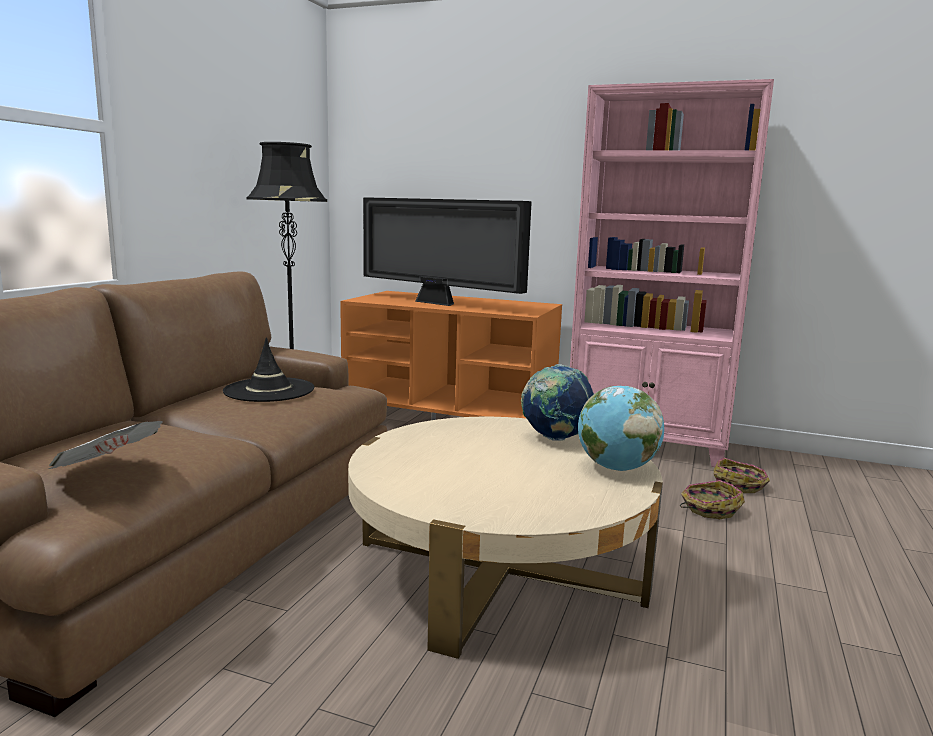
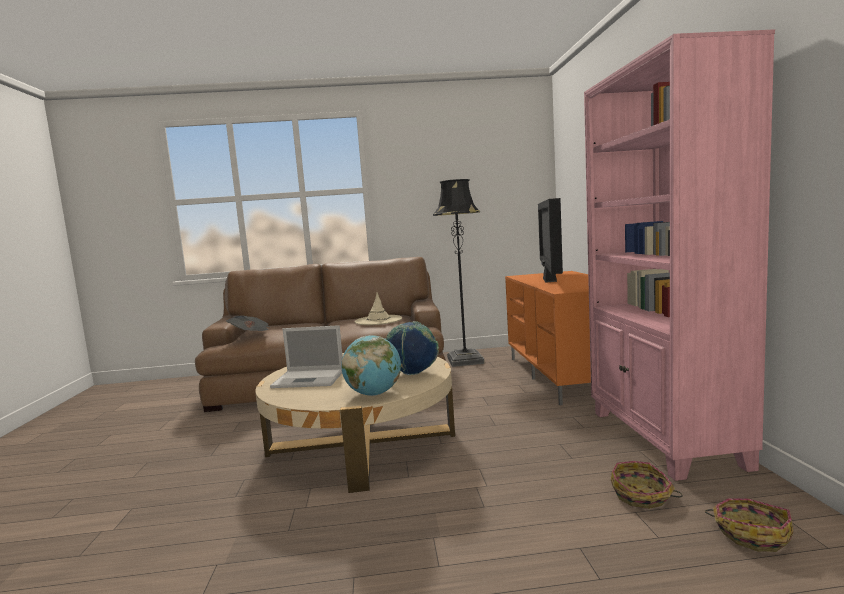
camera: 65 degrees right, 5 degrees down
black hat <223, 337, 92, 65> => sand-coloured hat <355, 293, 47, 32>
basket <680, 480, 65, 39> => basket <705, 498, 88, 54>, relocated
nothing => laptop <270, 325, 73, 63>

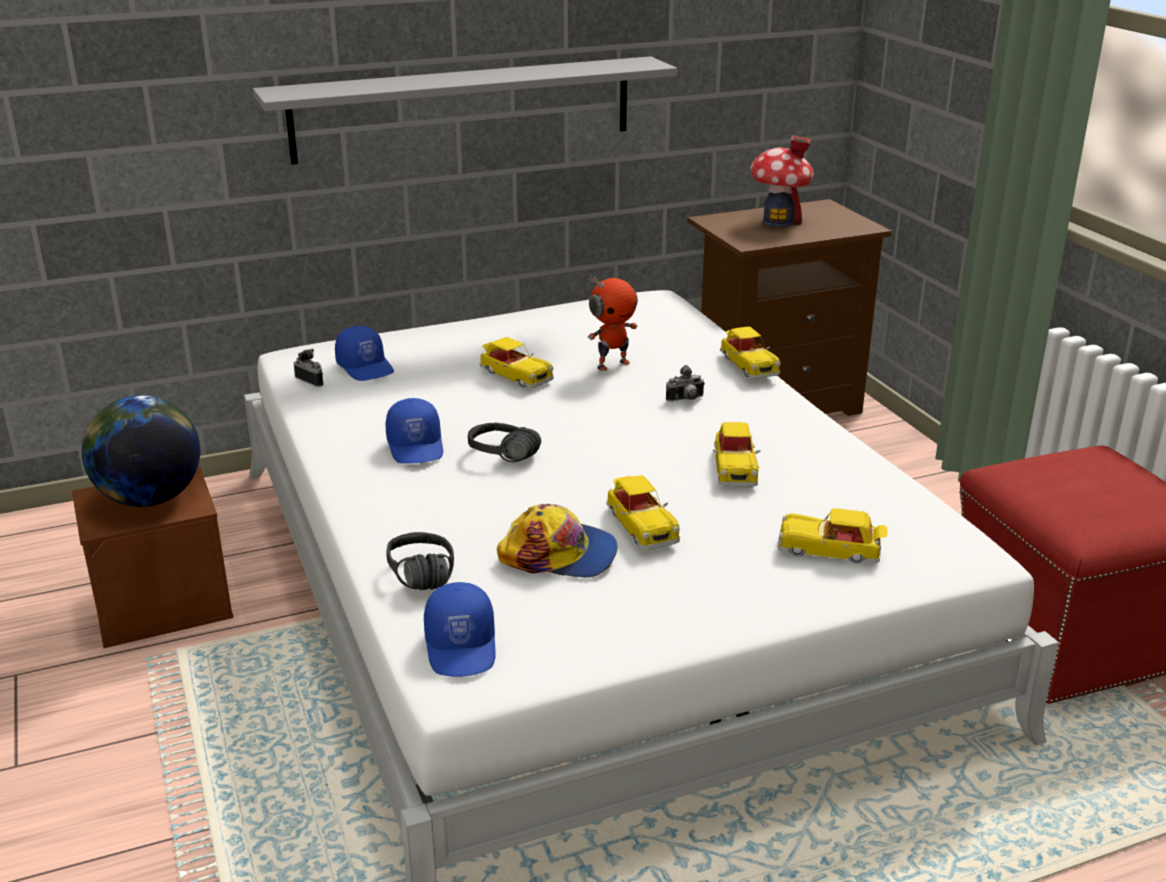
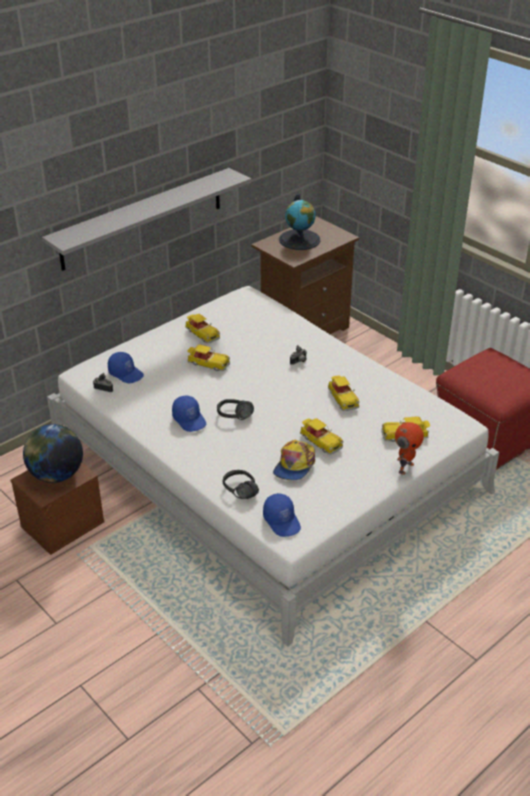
camera: 20 degrees left, 10 degrees up
toy house <750, 135, 64, 92> => world globe <279, 194, 41, 56>
toy robot <588, 275, 50, 96> => toy robot <395, 422, 29, 53>, relocated
toy car <720, 327, 61, 52> => toy car <185, 314, 35, 29>, relocated
cap <497, 504, 120, 74> => cap <273, 440, 42, 40>, 120 degrees clockwise

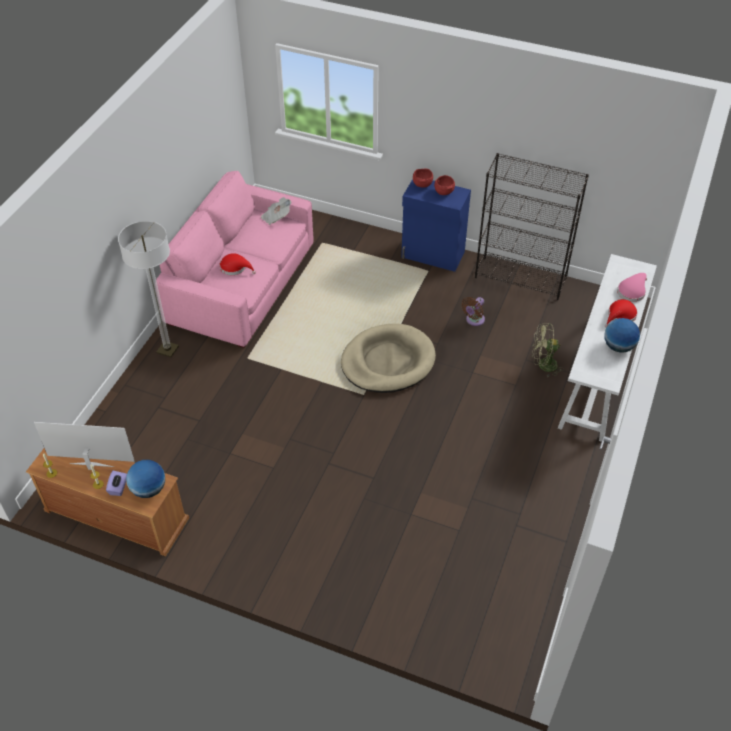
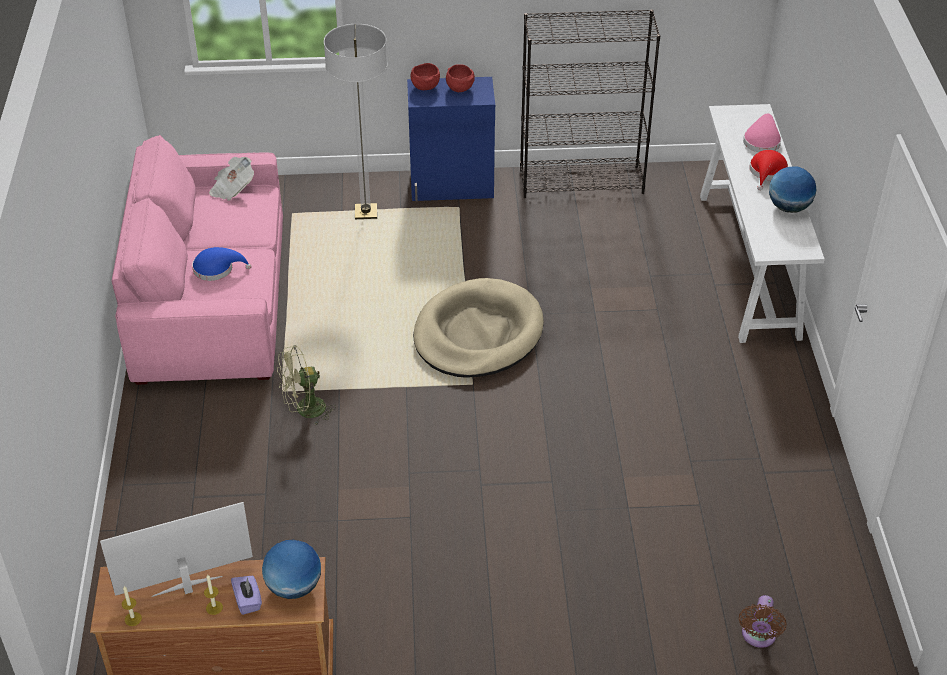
camera: 25 degrees left, 5 degrees down
standard lamp <118, 221, 61, 136> => standard lamp <324, 24, 64, 195>, relocated
red hat <220, 253, 36, 22> => blue-coloured hat <192, 247, 60, 34>
brown-coloured cooling fan <461, 297, 24, 29> => brown-coloured cooling fan <739, 595, 48, 53>, relocated
greenish cooling fan <532, 323, 32, 54> => greenish cooling fan <277, 345, 59, 80>, relocated

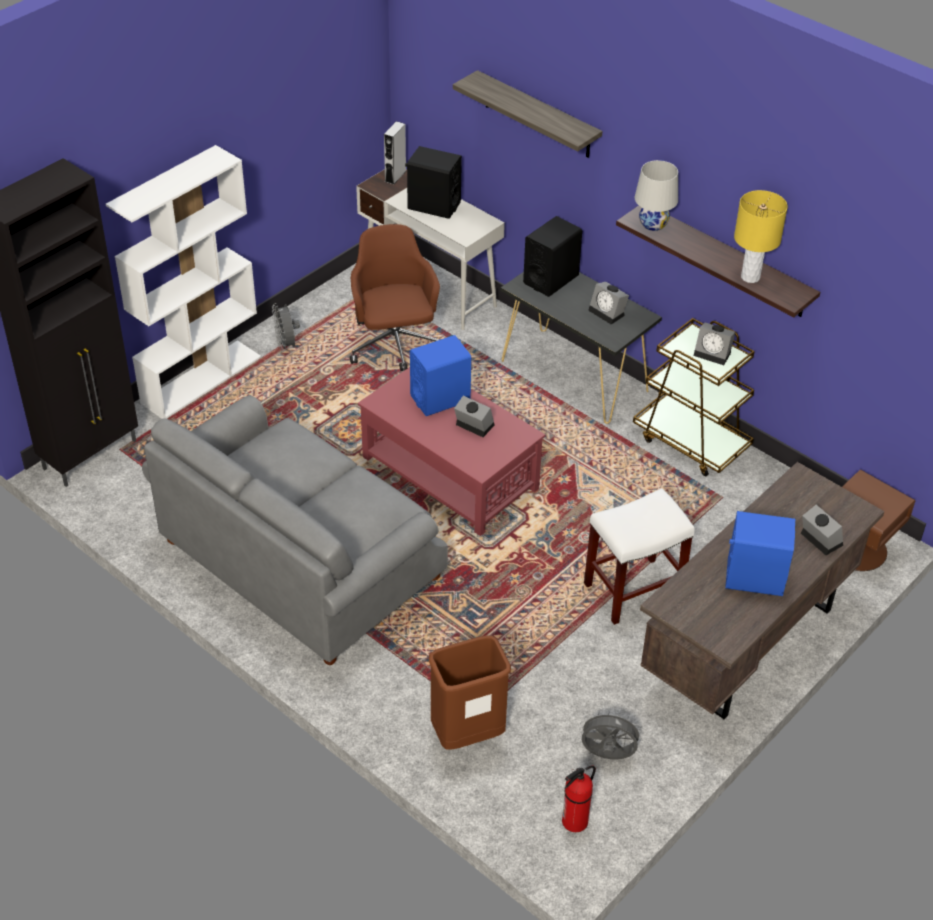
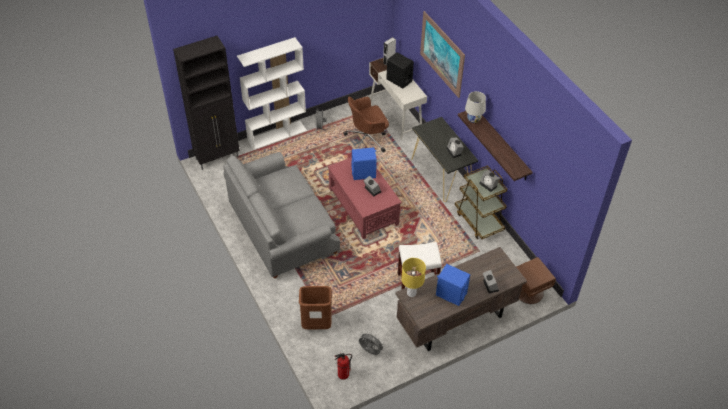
camera: 20 degrees right, 5 degrees up
bracket shelf <453, 70, 149, 88> => wall picture <420, 11, 45, 87>
yellow table lamp <734, 190, 54, 93> => yellow table lamp <401, 258, 25, 39>, relocated
black audio speaker <523, 216, 59, 81> => nothing
brown-coloured desk chair <350, 224, 90, 147> => brown-coloured desk chair <343, 97, 46, 55>, 120 degrees counterclockwise

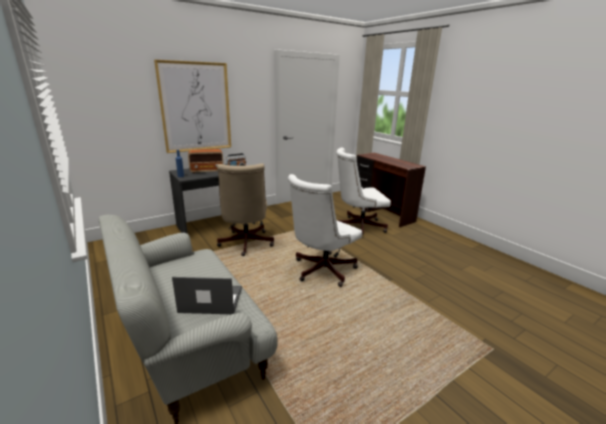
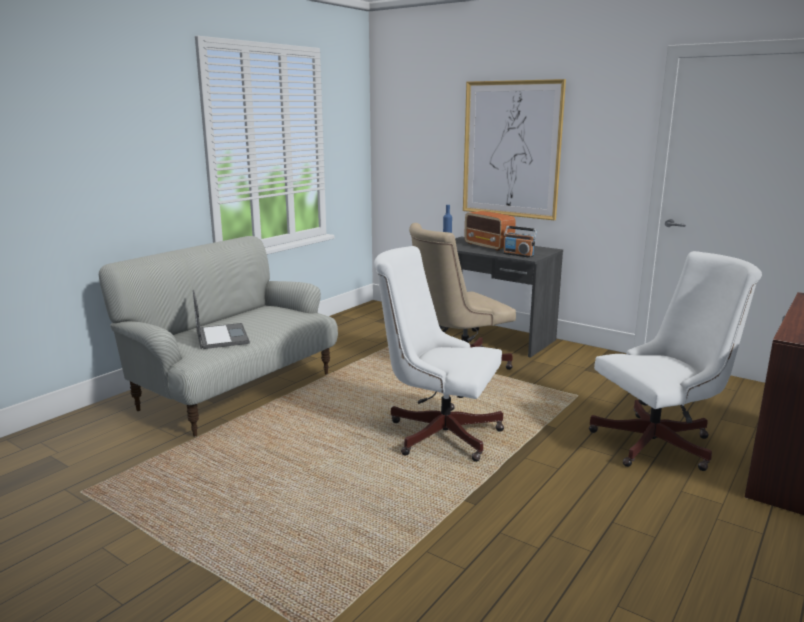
camera: 70 degrees right, 5 degrees down
white-coloured desk chair <336, 147, 55, 88> => white-coloured desk chair <589, 251, 173, 220>, 105 degrees clockwise

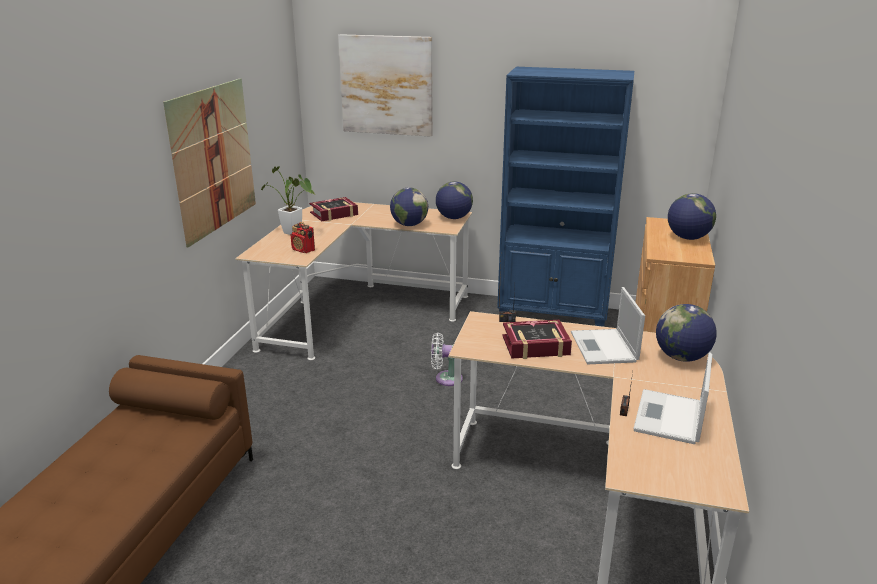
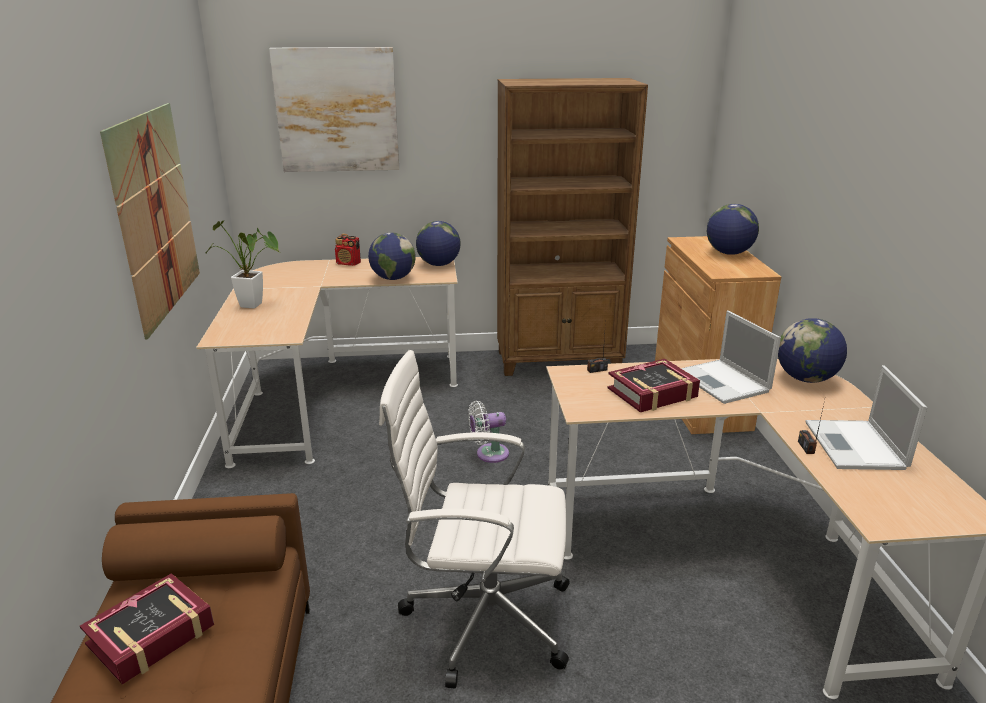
camera: 20 degrees left, 0 degrees up
blue-coloured shelving unit <497, 67, 137, 260> => brown-coloured shelving unit <497, 78, 151, 298>
bound book <309, 197, 49, 24> => bound book <80, 573, 134, 111>, relocated
radio set <291, 222, 24, 31> => radio set <335, 234, 26, 32>, relocated
nothing => white-coloured desk chair <379, 350, 191, 338>

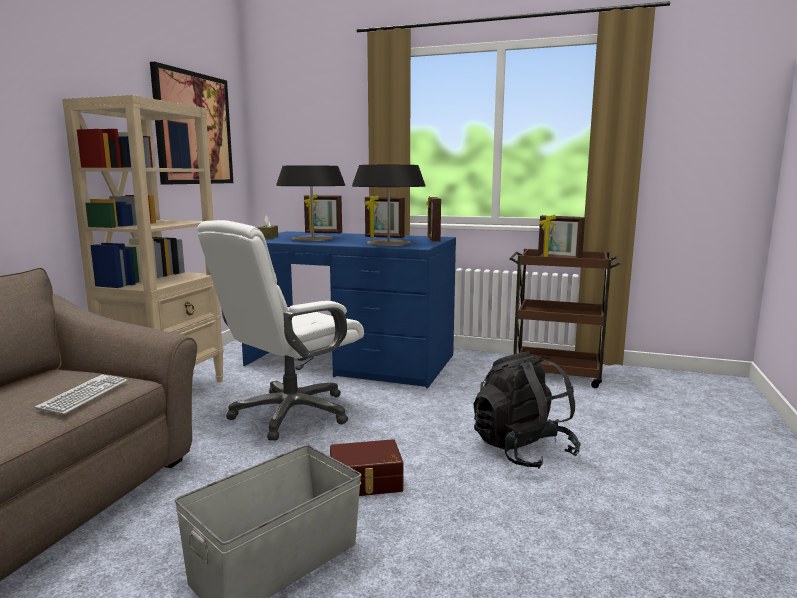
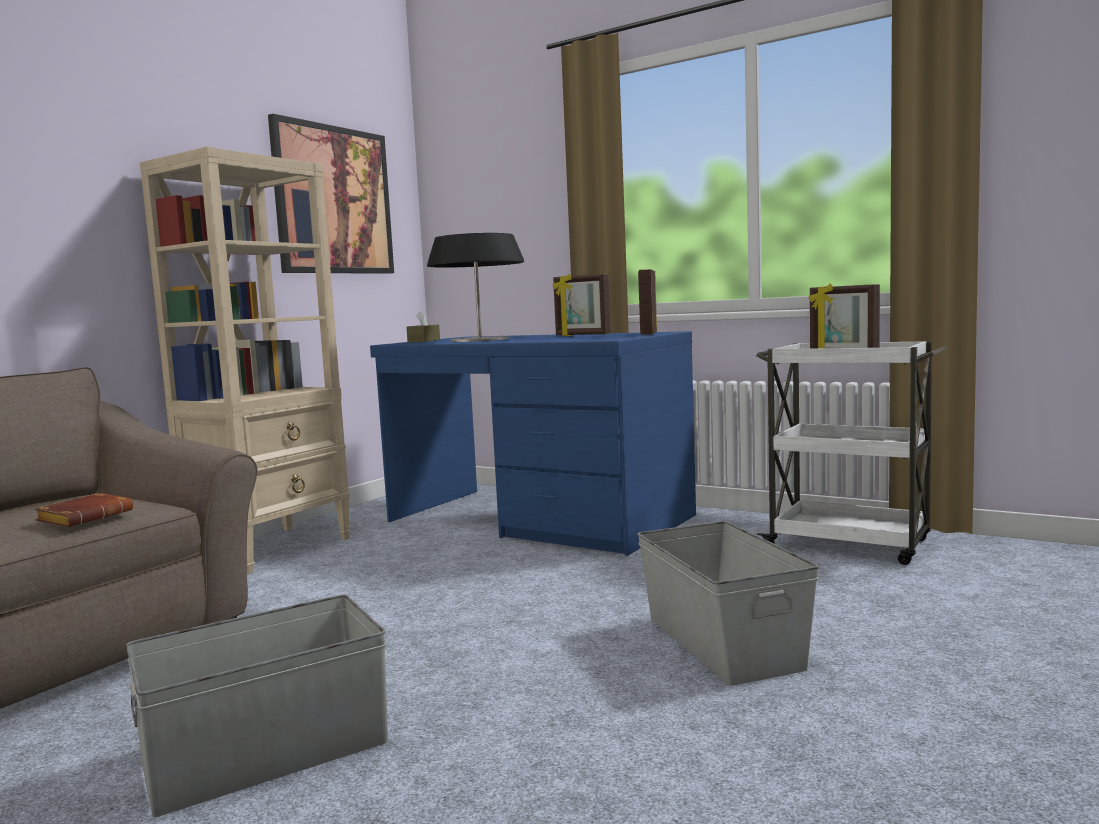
camera: 15 degrees right, 5 degrees down
table lamp <352, 165, 73, 81> => nothing
picture frame <304, 194, 38, 39> => nothing
white-coloured desk chair <197, 220, 167, 220> => nothing
brown-coloured wheeled cart <510, 249, 111, 139> => white-coloured wheeled cart <756, 341, 190, 224>
black knapsack <473, 351, 108, 118> => greyish storage container <637, 521, 182, 165>
computer keyboard <35, 374, 93, 40> => brown-coloured bound book <34, 493, 99, 34>
brown-coloured storage container <330, 439, 73, 57> => nothing

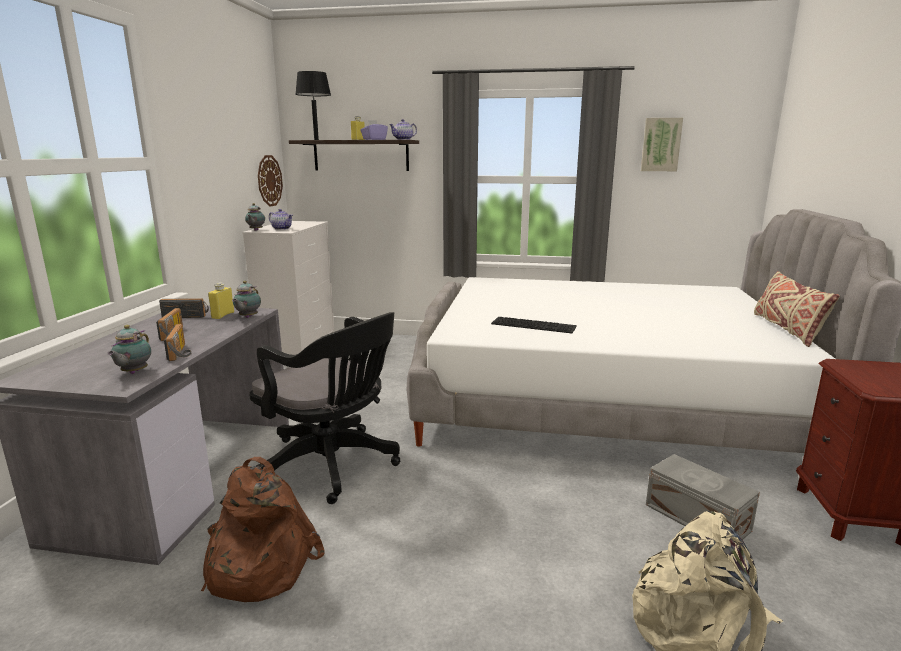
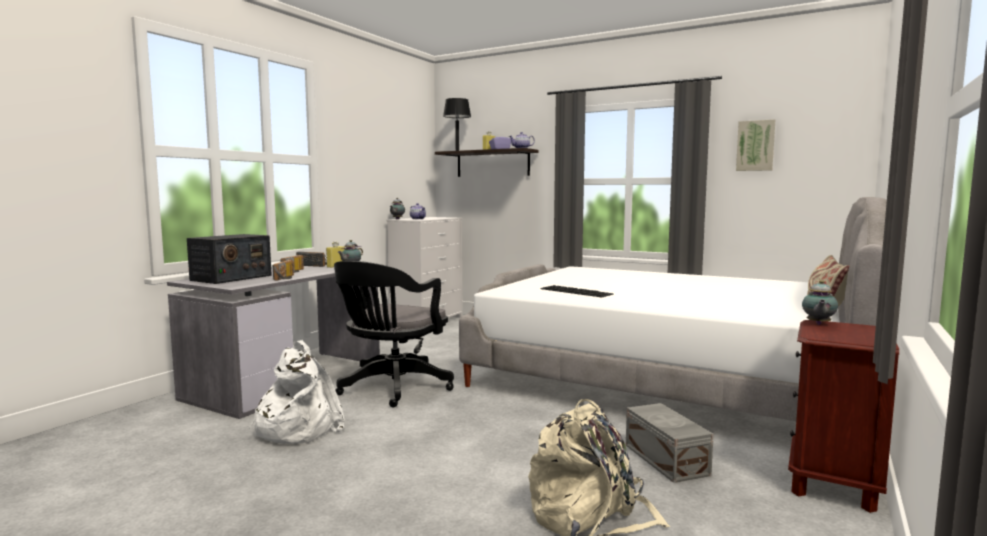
camera: 20 degrees right, 10 degrees down
clock on the wall <258, 155, 25, 52> => nothing
black desk chair <249, 312, 151, 192> => black desk chair <334, 261, 120, 147>, 60 degrees clockwise
tea pot <107, 325, 44, 49> => tea pot <802, 280, 36, 45>, relocated
brown-coloured knapsack <201, 457, 124, 145> => white-coloured knapsack <249, 340, 96, 104>
nothing => radio set <187, 234, 85, 50>

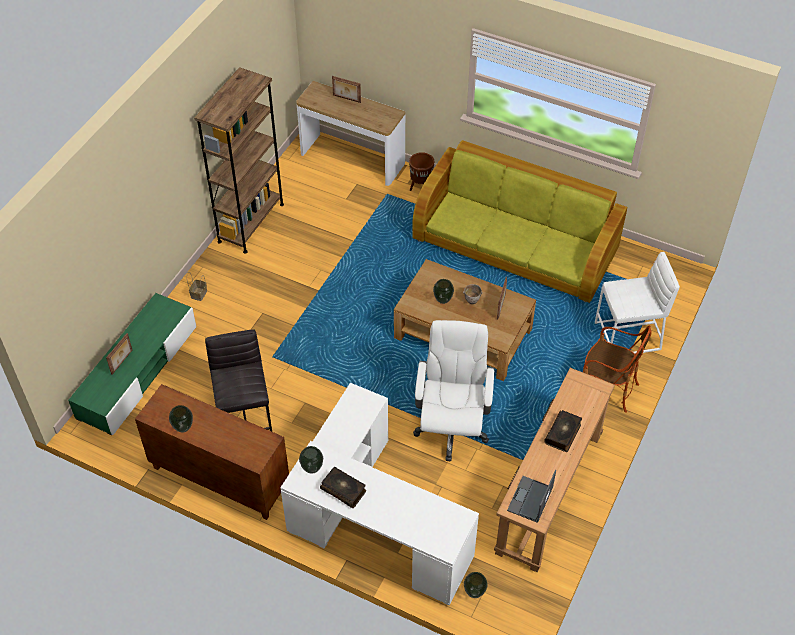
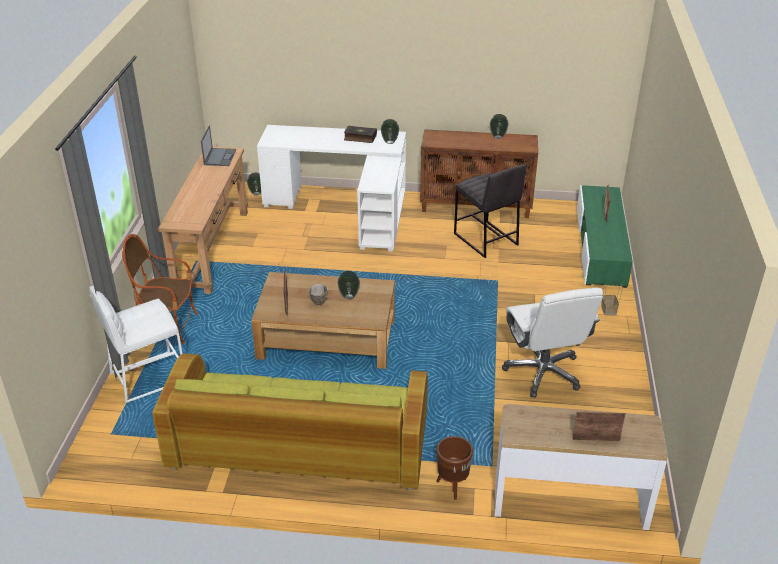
camera: 160 degrees right, 15 degrees down
brown-coloured shelving unit <194, 67, 90, 186> => nothing
white-coloured desk chair <413, 320, 81, 141> => white-coloured desk chair <502, 288, 101, 110>, relocated
bound book <544, 410, 38, 42> => nothing

